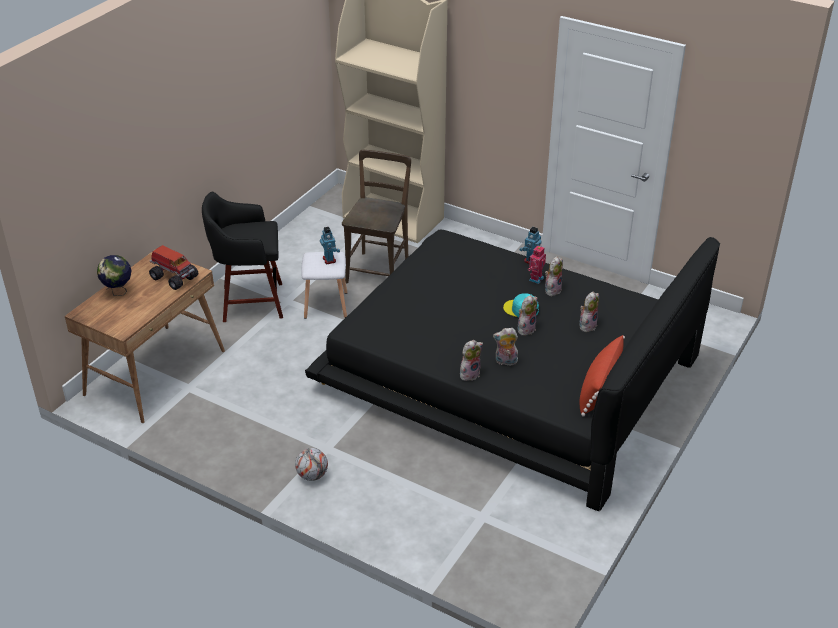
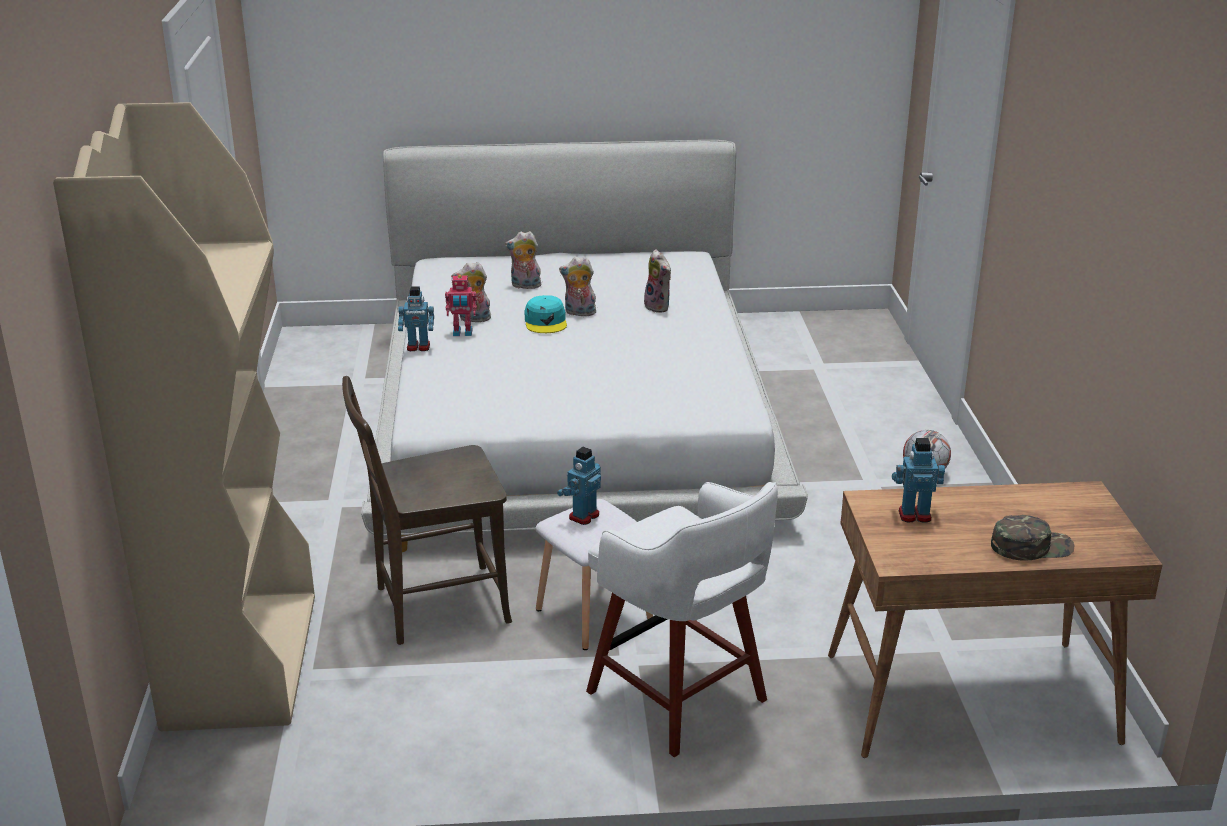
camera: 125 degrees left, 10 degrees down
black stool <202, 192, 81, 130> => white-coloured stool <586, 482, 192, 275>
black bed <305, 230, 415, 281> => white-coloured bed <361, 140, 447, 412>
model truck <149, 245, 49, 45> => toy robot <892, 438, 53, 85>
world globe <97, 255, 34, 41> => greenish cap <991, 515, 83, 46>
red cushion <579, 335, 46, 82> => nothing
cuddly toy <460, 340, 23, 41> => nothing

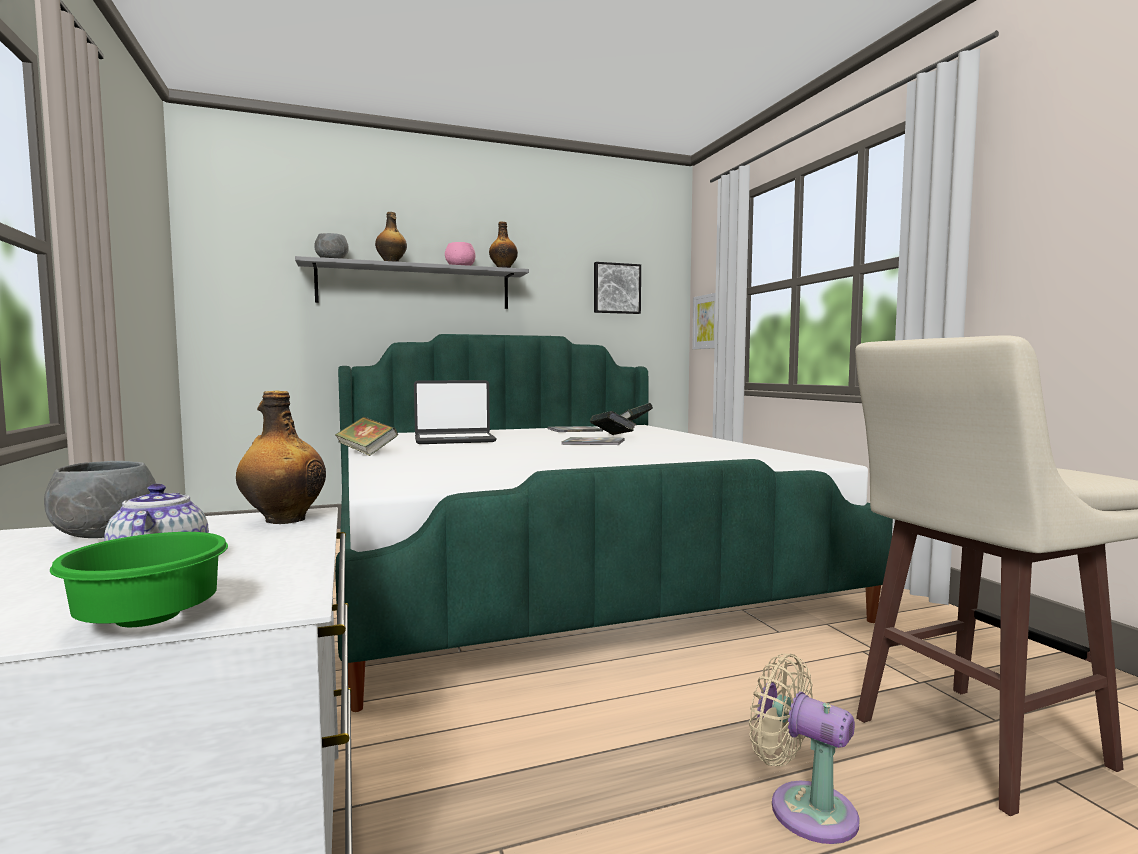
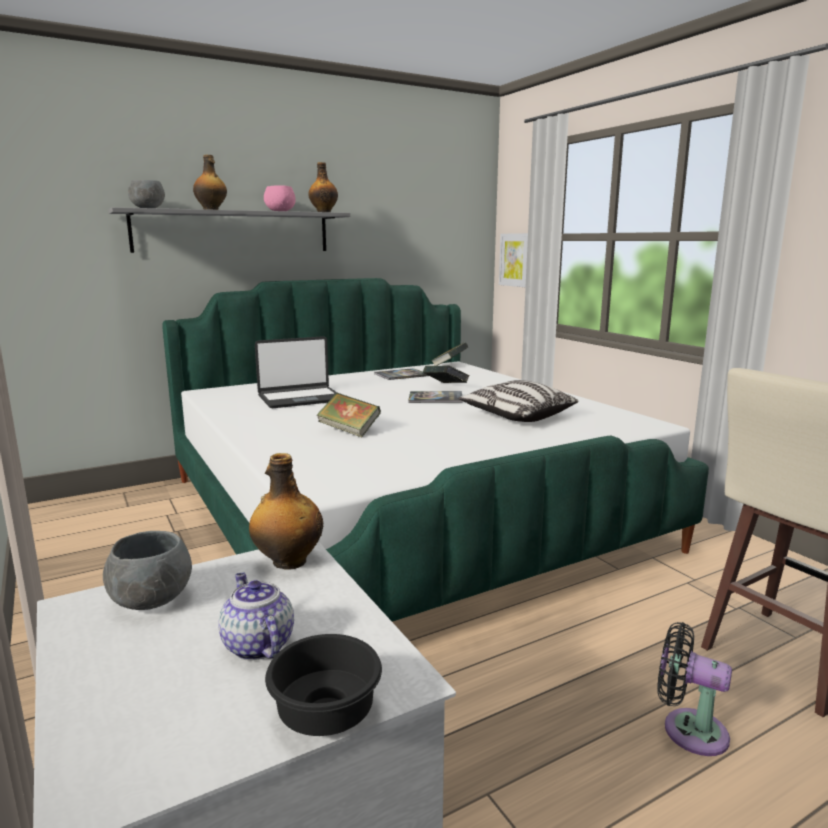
camera: 10 degrees left, 10 degrees up
wall picture <594, 262, 47, 52> => nothing
bound book <335, 417, 63, 39> => bound book <317, 393, 64, 44>, relocated
greenish bowl <50, 532, 178, 95> => black bowl <265, 634, 117, 102>
sand-coloured cooling fan <749, 653, 111, 191> => black cooling fan <657, 622, 75, 134>
nothing => cushion <458, 380, 120, 42>

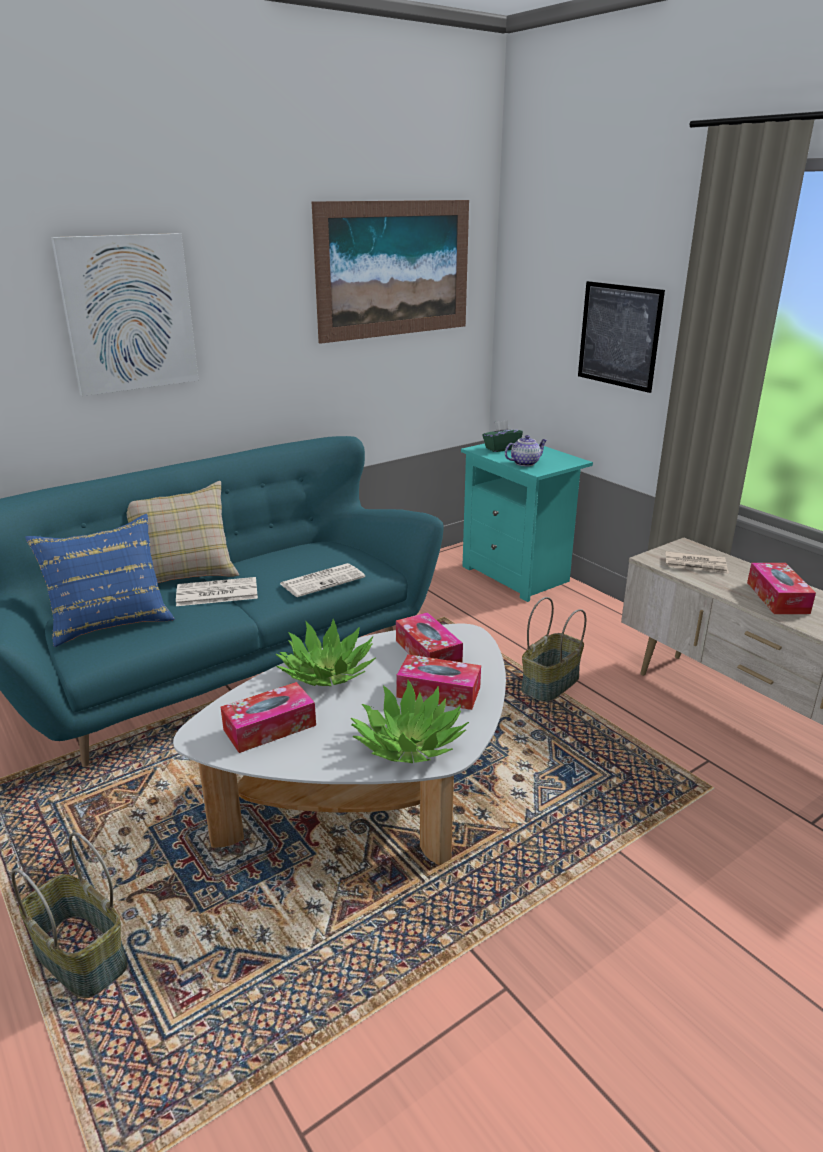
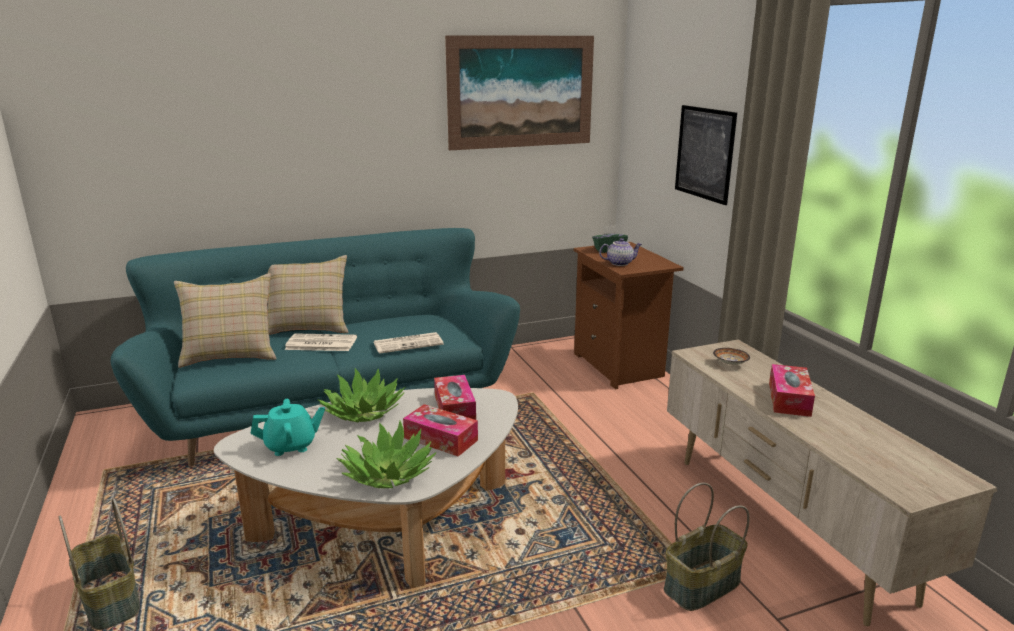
camera: 15 degrees right, 5 degrees down
wall picture <51, 233, 148, 163> => nothing
turquoise night table <461, 443, 132, 159> => brown-coloured night table <574, 242, 110, 147>
blue-coloured cushion <25, 514, 150, 133> => sand-coloured cushion <174, 273, 103, 95>
newspaper <665, 551, 64, 23> => bowl <713, 348, 37, 17>
basket <521, 597, 65, 105> => basket <664, 483, 86, 128>, relocated
tissue box <221, 682, 95, 71> => turquoise tea pot <251, 399, 74, 57>

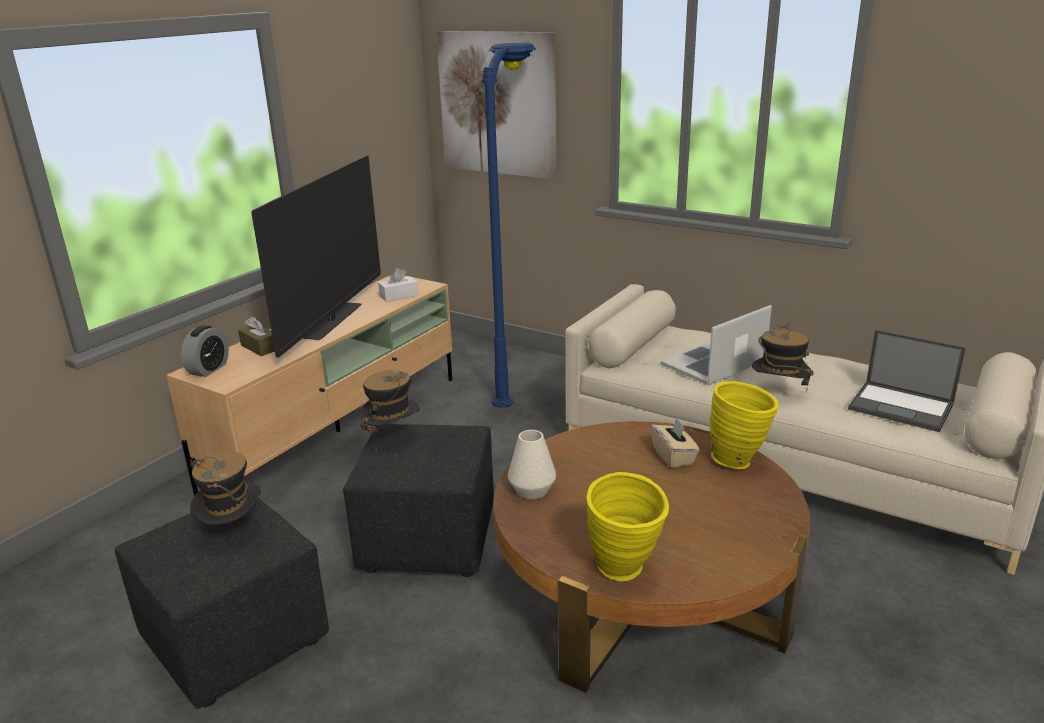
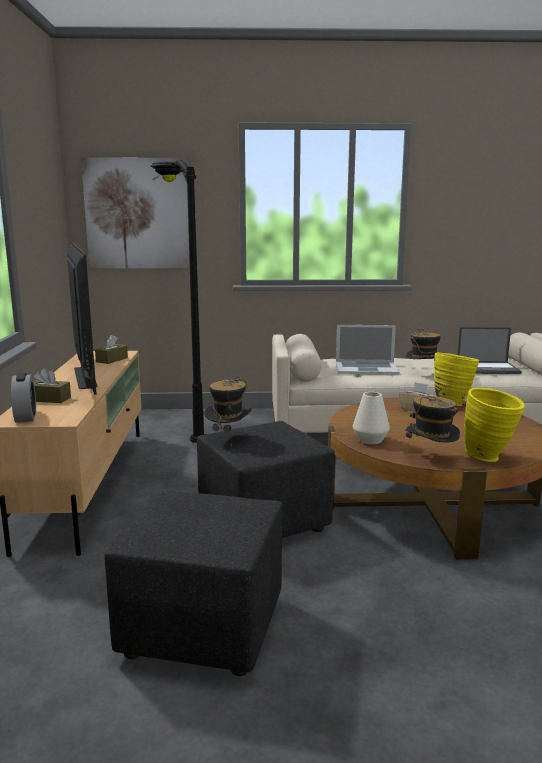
camera: 35 degrees left, 10 degrees down
blue-coloured standard lamp <482, 43, 54, 365> => black standard lamp <150, 159, 55, 284>
white-coloured tissue box <378, 268, 40, 34> => brown-coloured tissue box <95, 335, 33, 29>
laptop <661, 305, 111, 80> => laptop <336, 325, 64, 50>, 105 degrees counterclockwise
hat <190, 451, 71, 74> => hat <404, 396, 56, 57>, relocated

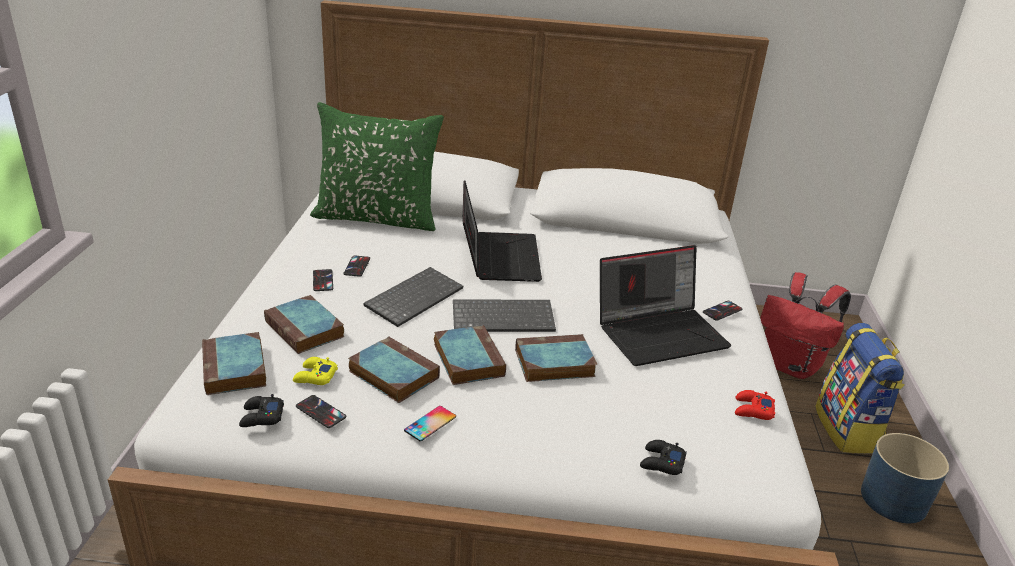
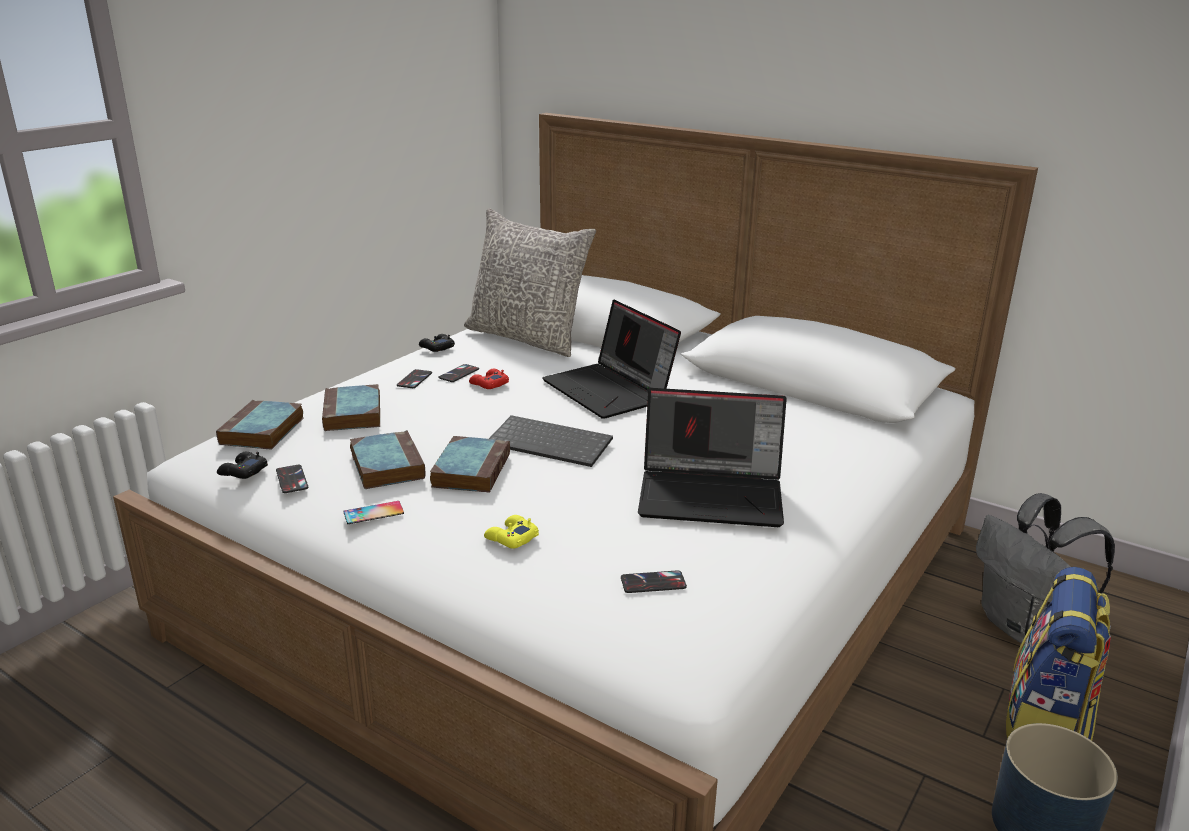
camera: 30 degrees right, 5 degrees down
greenish cushion <310, 102, 134, 129> => greyish cushion <464, 208, 132, 149>
laptop <462, 181, 80, 101> => laptop <542, 300, 139, 119>, 120 degrees clockwise
computer keyboard <363, 267, 100, 60> => nothing
red knapsack <760, 272, 91, 107> => greyish knapsack <976, 493, 139, 151>
handset <703, 301, 39, 20> => handset <621, 570, 66, 23>, relocated
bound book <515, 334, 82, 48> => nothing
yellow joypad <293, 357, 45, 28> => yellow joypad <484, 515, 55, 34>, relocated
red joypad <735, 390, 40, 30> => red joypad <469, 369, 40, 20>, relocated
black joypad <640, 440, 47, 35> => black joypad <419, 334, 36, 18>, relocated

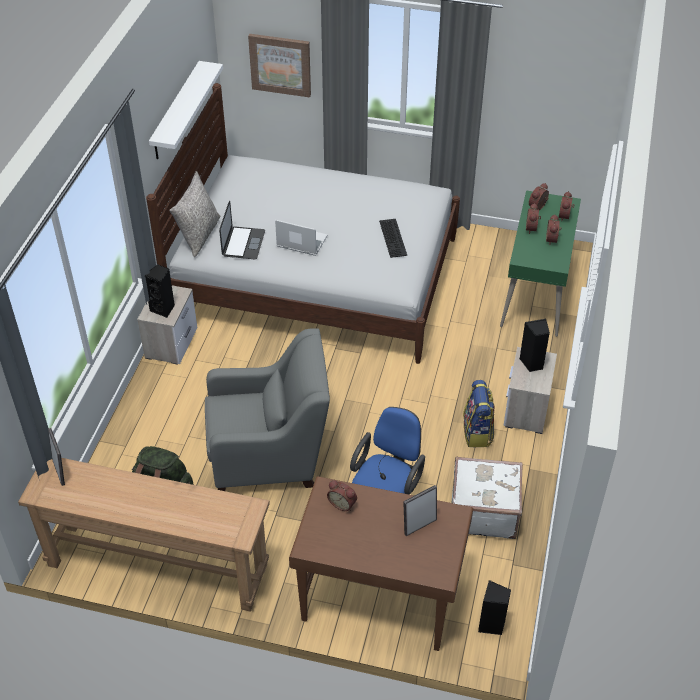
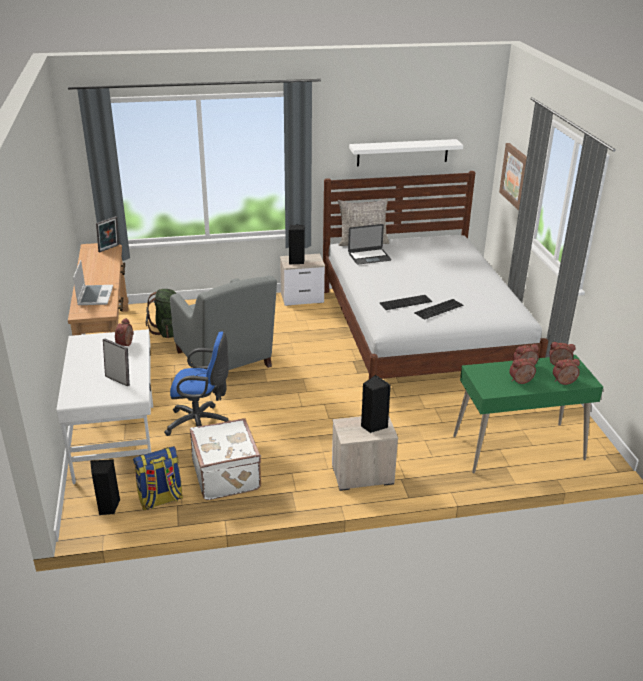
camera: 65 degrees right, 15 degrees down
laptop <275, 220, 53, 36> => laptop <73, 260, 40, 45>, relocated
knapsack <463, 380, 32, 67> => knapsack <133, 446, 50, 64>, relocated
brown-coloured desk table <289, 476, 184, 175> => white-coloured desk table <57, 329, 96, 155>
nothing => computer keyboard <380, 295, 52, 15>

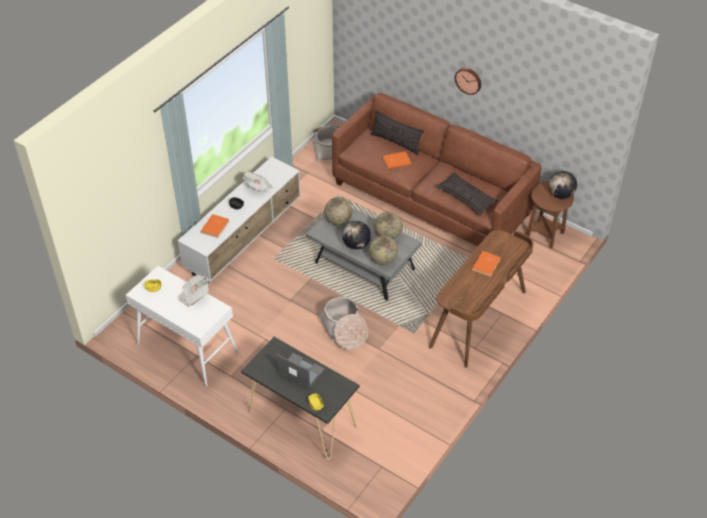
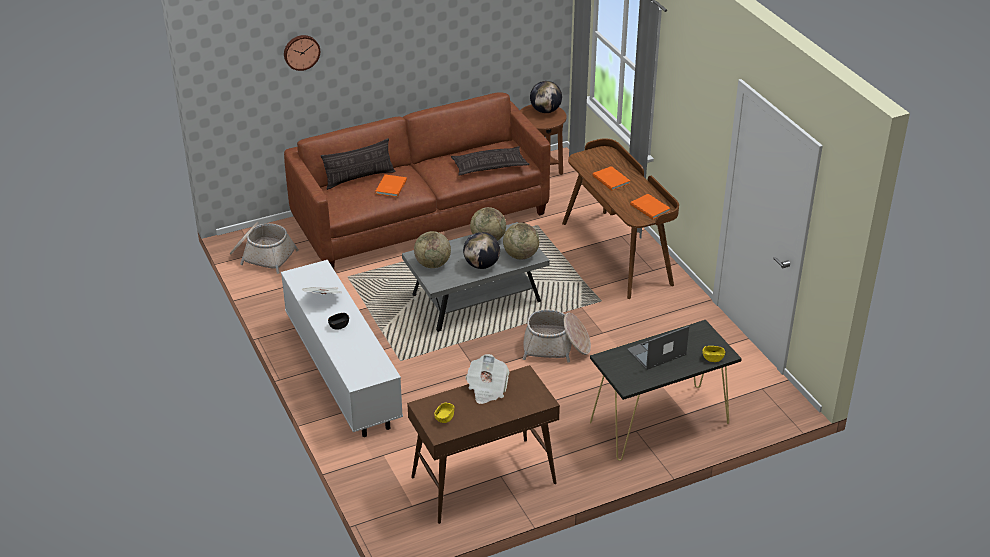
camera: 60 degrees left, 10 degrees down
clock on the wall <455, 68, 26, 27> => clock on the wall <284, 35, 36, 36>, relocated
orange bound book <201, 214, 28, 24> => orange bound book <630, 194, 40, 25>, relocated
white-coloured console table <126, 266, 113, 120> => brown-coloured console table <407, 365, 153, 159>

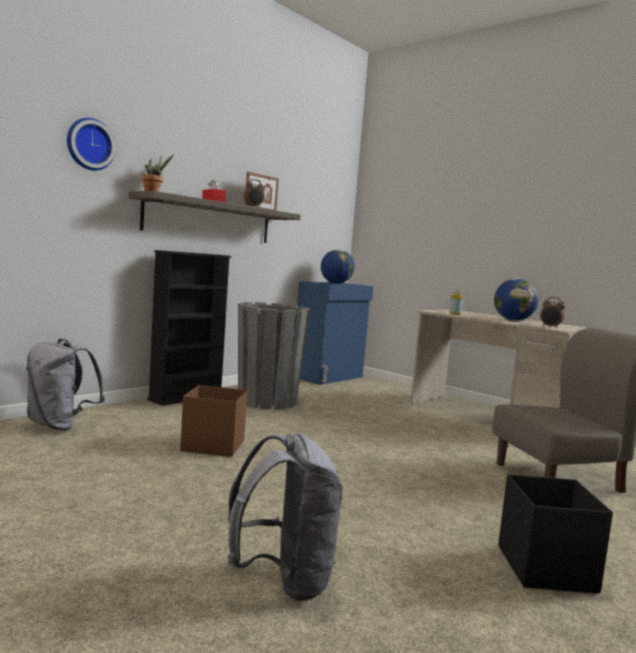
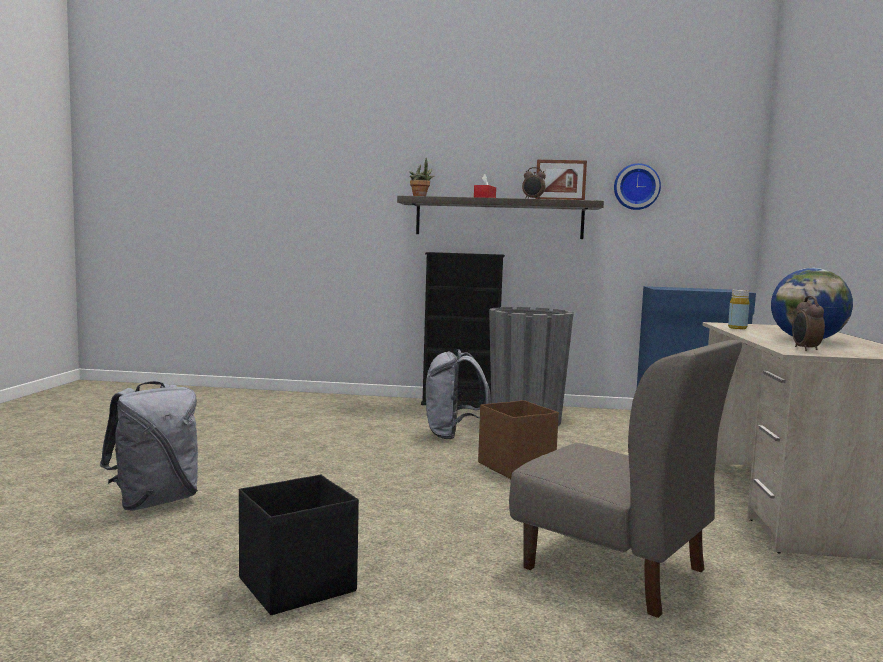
camera: 55 degrees right, 0 degrees up
clock on the wall <67, 118, 49, 53> => clock on the wall <614, 163, 47, 47>, relocated
world globe <321, 249, 34, 35> => nothing
greyish knapsack <26, 339, 79, 92> => greyish knapsack <426, 349, 65, 90>, relocated
brown-coloured storage container <180, 385, 68, 72> => brown-coloured storage container <478, 400, 81, 79>, relocated

